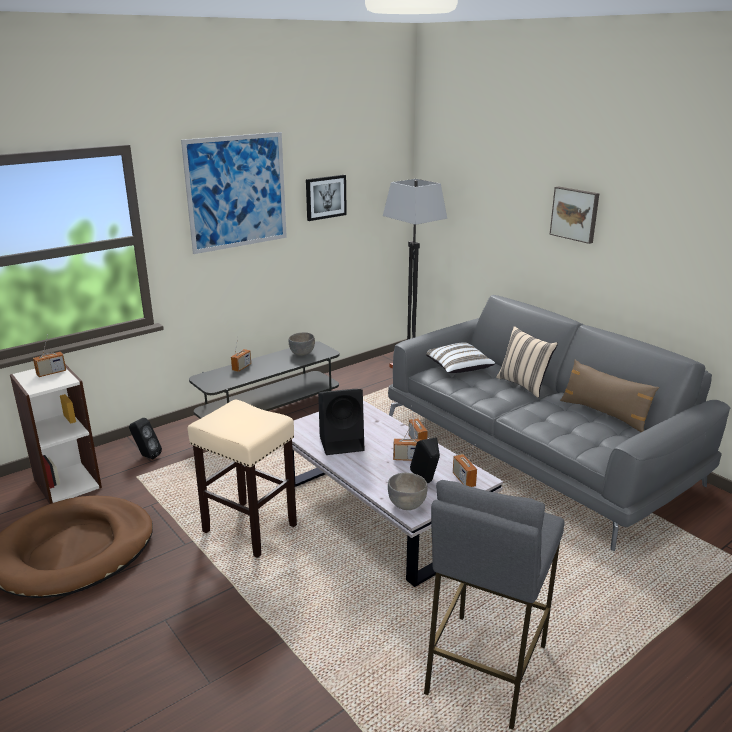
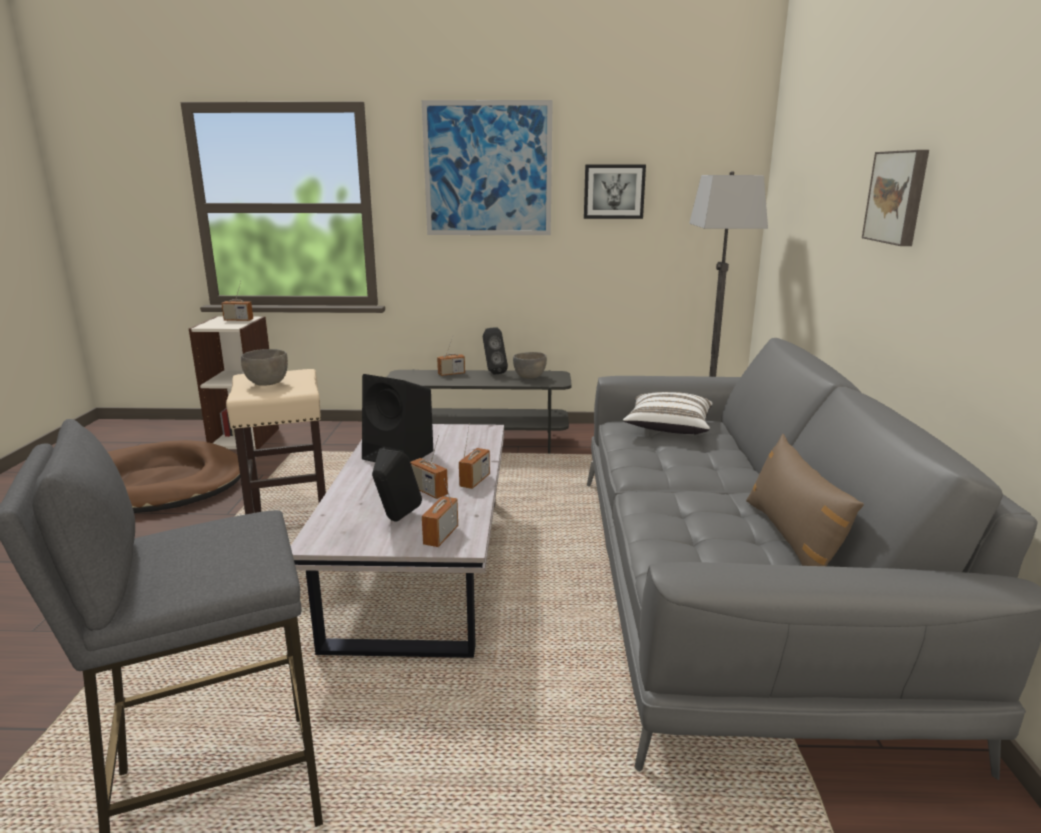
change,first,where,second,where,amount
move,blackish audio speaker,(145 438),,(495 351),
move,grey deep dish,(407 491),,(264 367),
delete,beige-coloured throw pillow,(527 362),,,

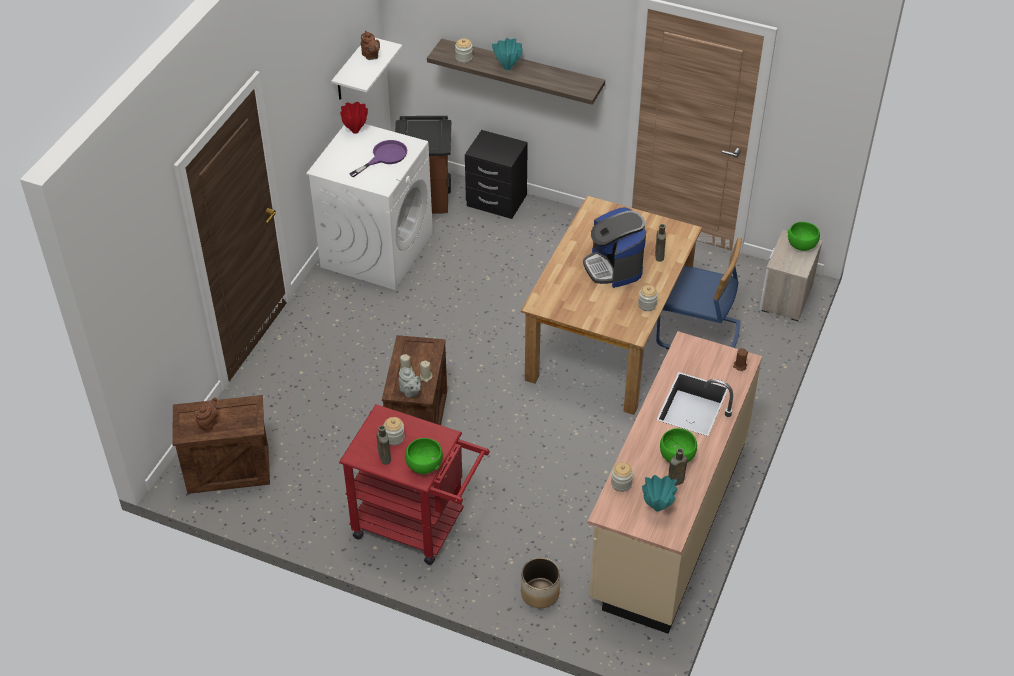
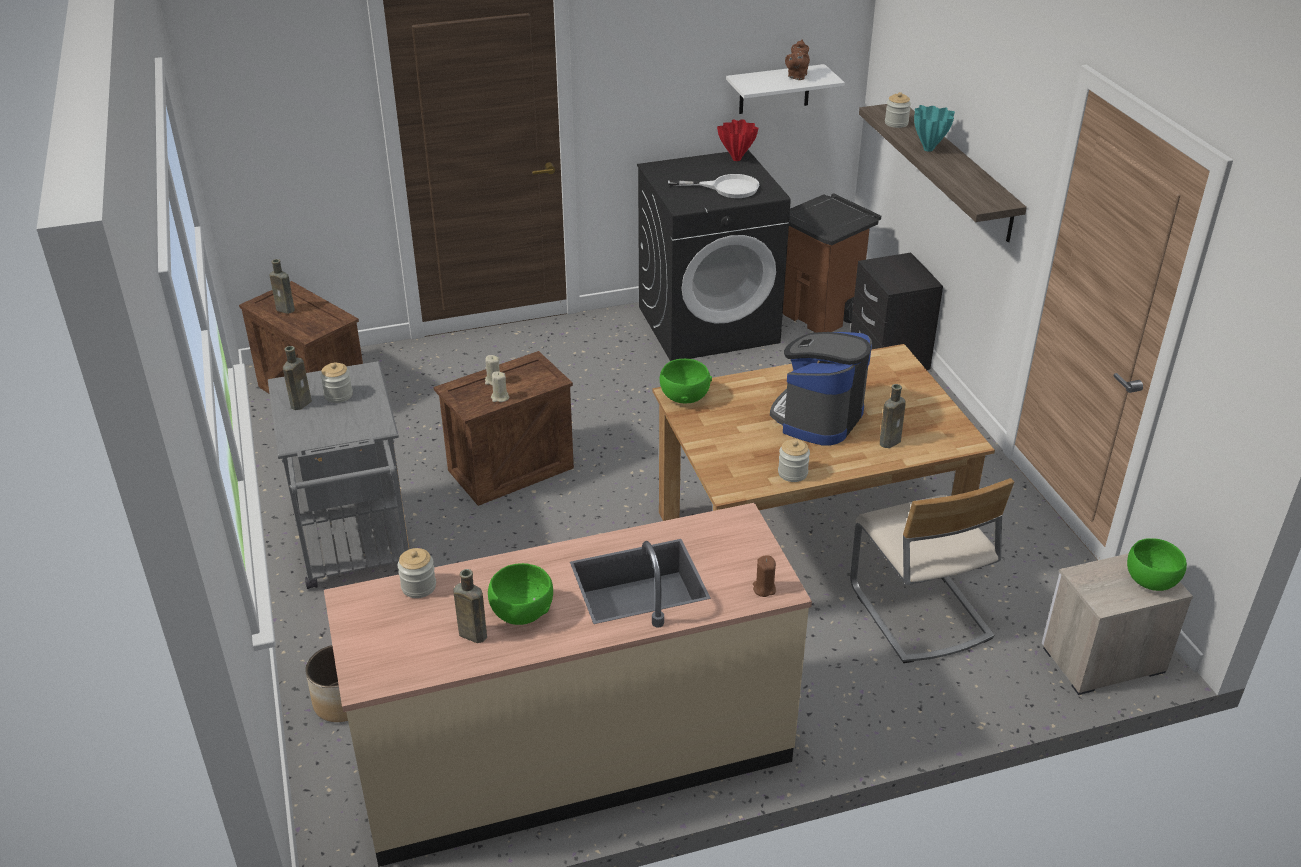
change,first,where,second,where,amount
replace,brown-coloured pot for tea,(206 414),brown-coloured bottle,(282 286),
recolor,whitish washing machine,(369 207),blackish washing machine,(714 255),
recolor,red trolley,(414 484),grey trolley,(338 475),
recolor,purplish pan,(378 158),whitish pan,(713 186),
delete,grey pot for tea,(410 382),,,
move,greenish deep dish,(424 456),,(686 381),
delete,blue-green flower vase,(659 493),,,
recolor,bluish upright chair,(699 293),beige-coloured upright chair,(932 570),

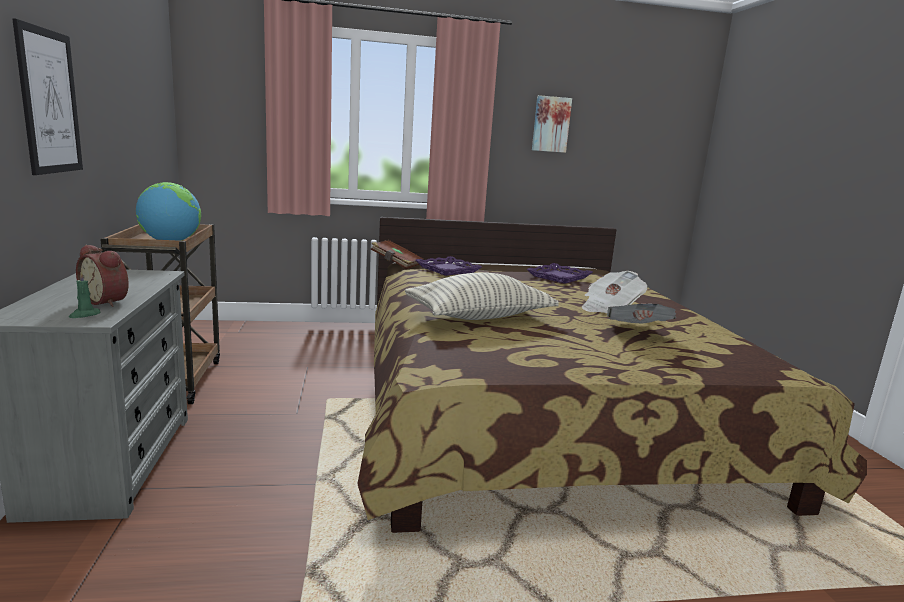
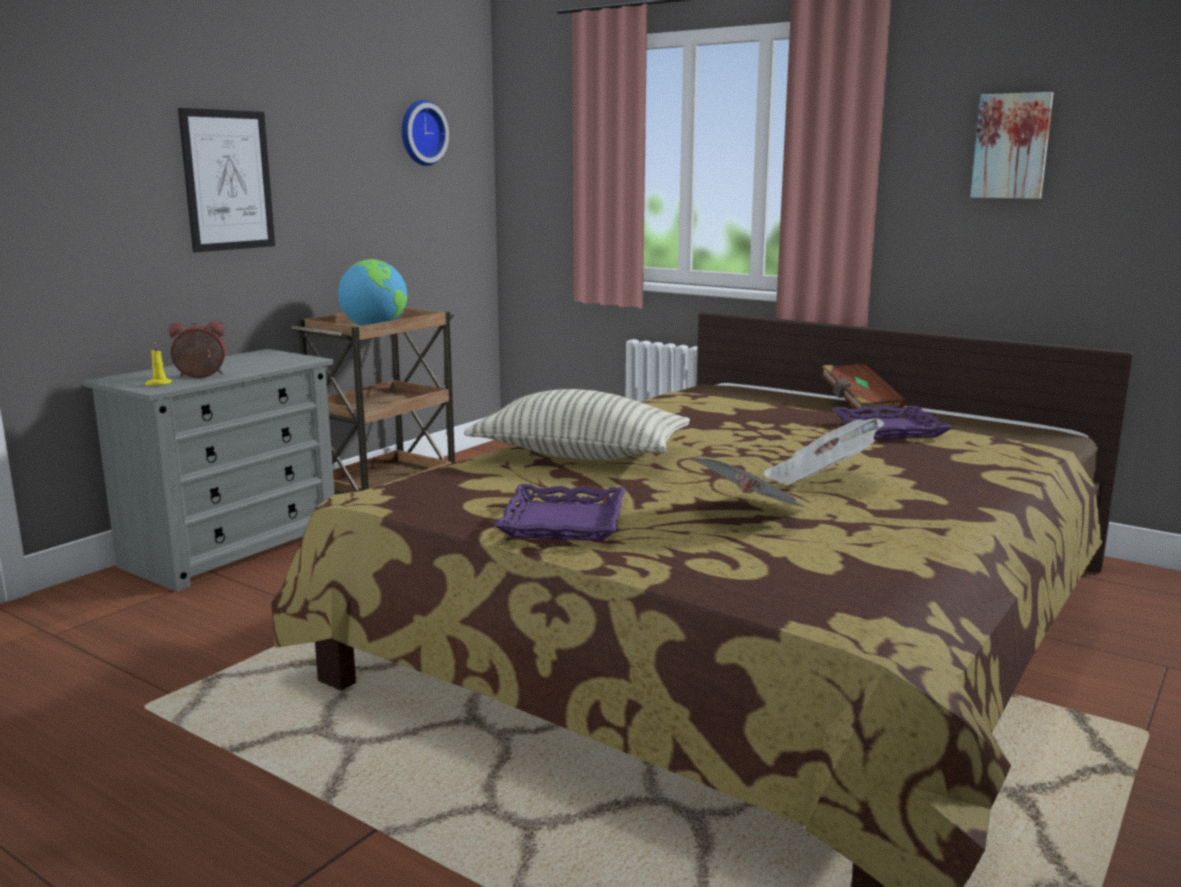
change,first,where,second,where,amount
recolor,greenish wax light,(84 295),yellow wax light,(158 364),
rotate,alarm clock,(102 276),,(197 349),90 degrees clockwise
move,brown-coloured bound book,(397 254),,(863 388),
move,purplish tray,(449 266),,(560 512),
insert,,,wall clock,(425 133),

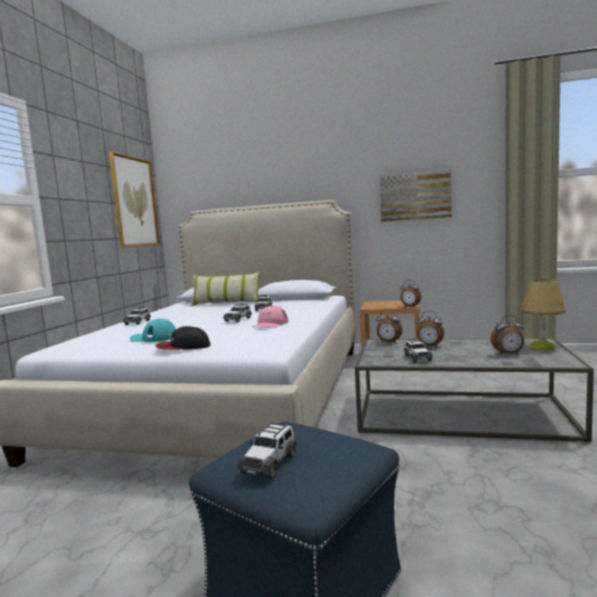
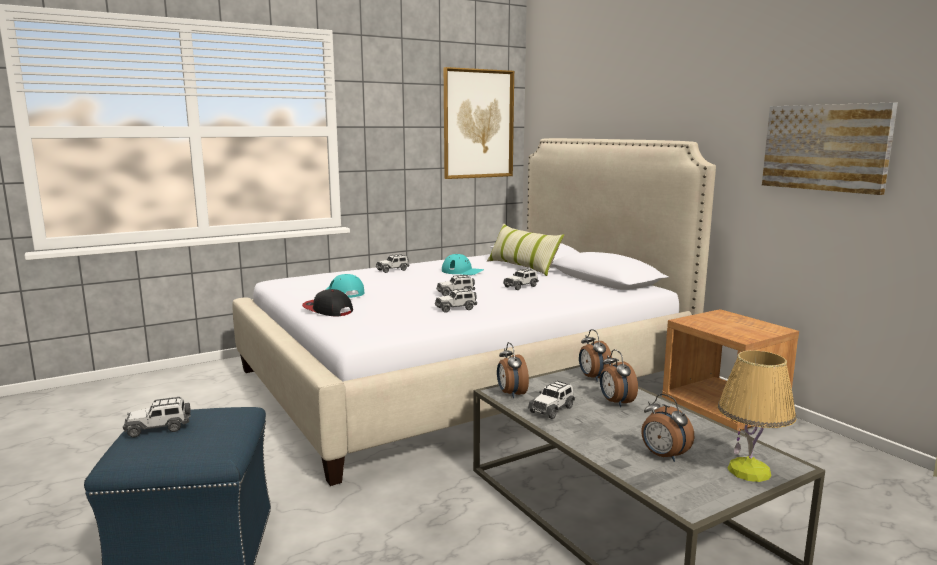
change,first,where,second,where,amount
replace,pinkish peaked cap,(270 316),miniature car,(456 300),
move,alarm clock,(411 293),,(513 370),
insert,,,blue-green peaked cap,(463 264),

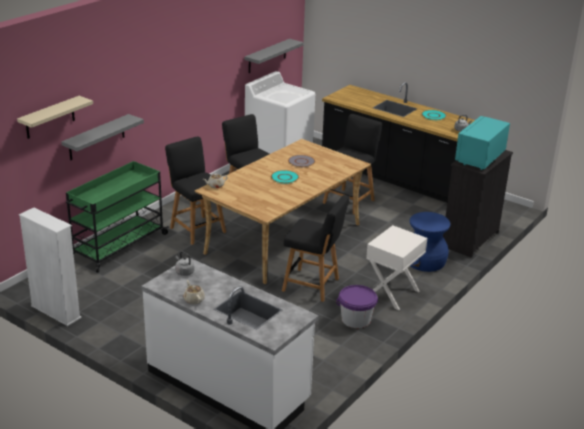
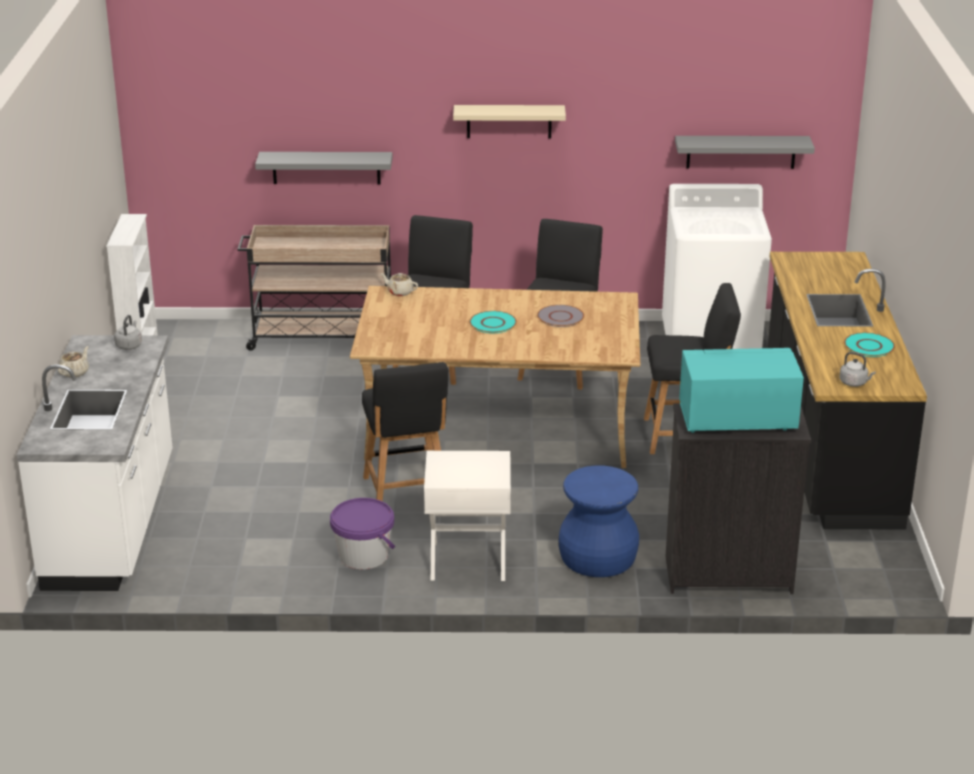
change,first,where,second,where,amount
move,beige-coloured wall shelf,(55 117),,(509 121),
recolor,greenish trolley,(117 217),beige-coloured trolley,(314 288),

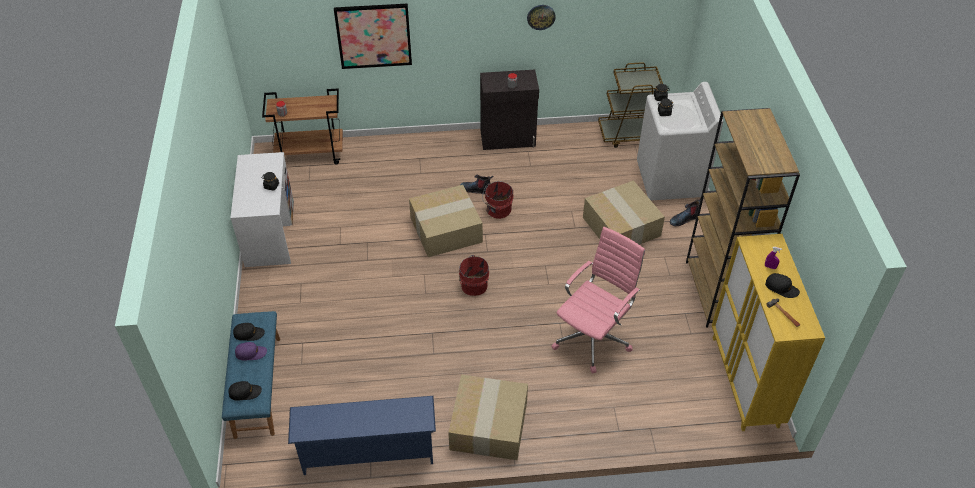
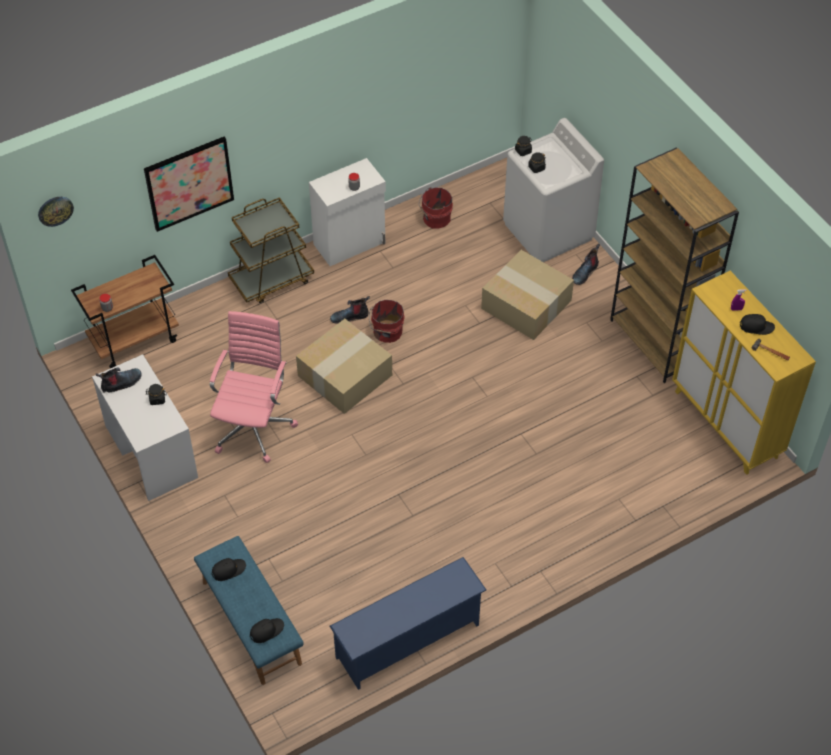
change,first,where,second,where,amount
delete,purplish peaked cap,(251 351),,,
delete,carton,(488 417),,,
move,red water bucket,(474 275),,(436 208),
recolor,blackish storage cabinet,(509 110),whitish storage cabinet,(347 212),
move,wall clock,(541 17),,(56 212),
move,pinkish office chair,(598 300),,(254 387),
move,brown-coloured trolley,(630 105),,(271 250),
insert,,,boot,(119 380),

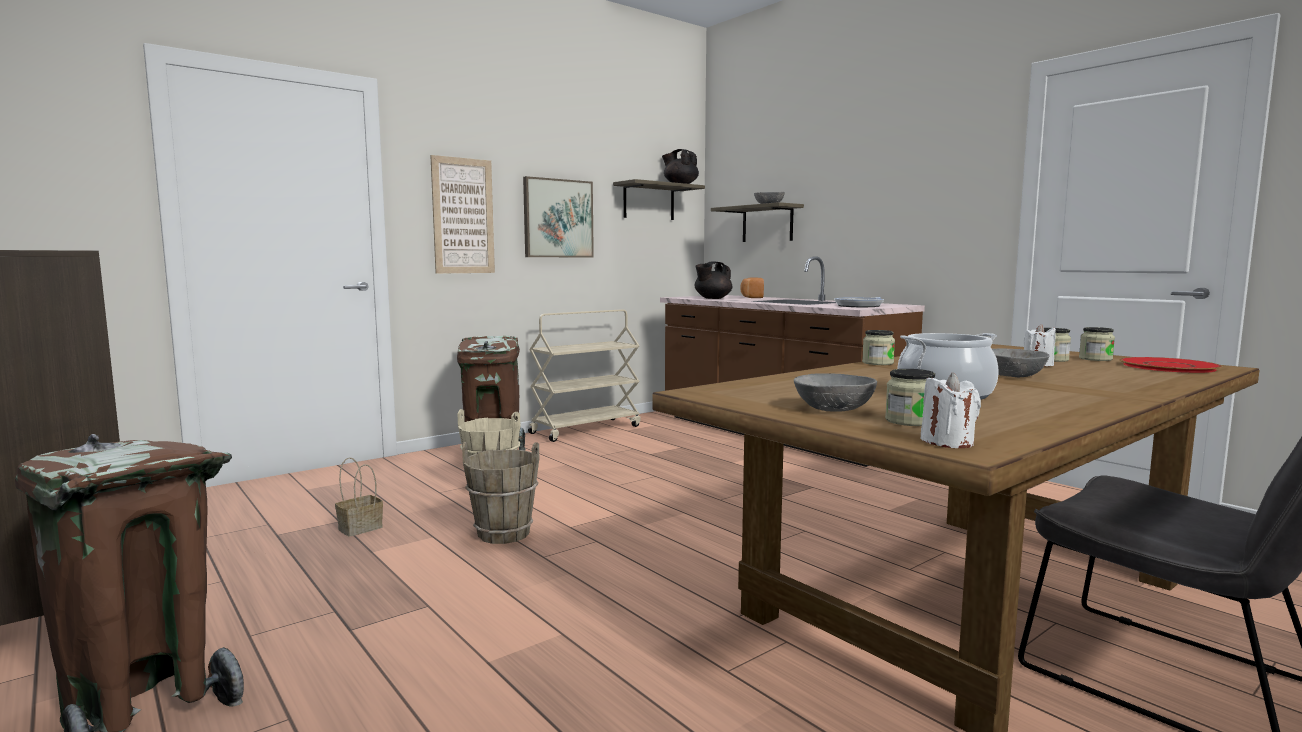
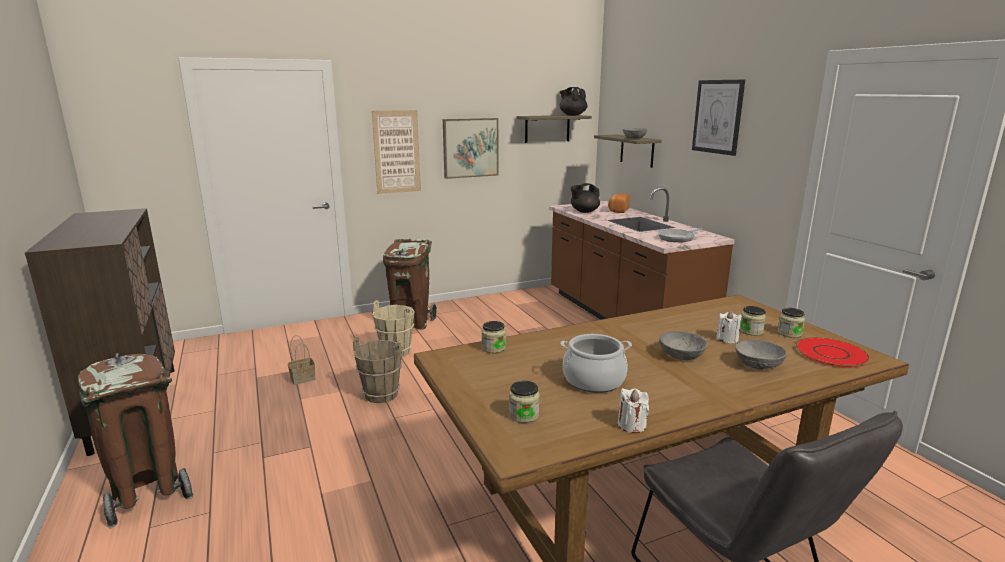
change,first,where,second,where,amount
delete,beige-coloured trolley,(584 375),,,
move,grey deep dish,(835 392),,(761 355),
move,jar,(878 347),,(494 337),
move,whitish wax light,(950 410),,(633 411),
insert,,,wall picture,(718 118),

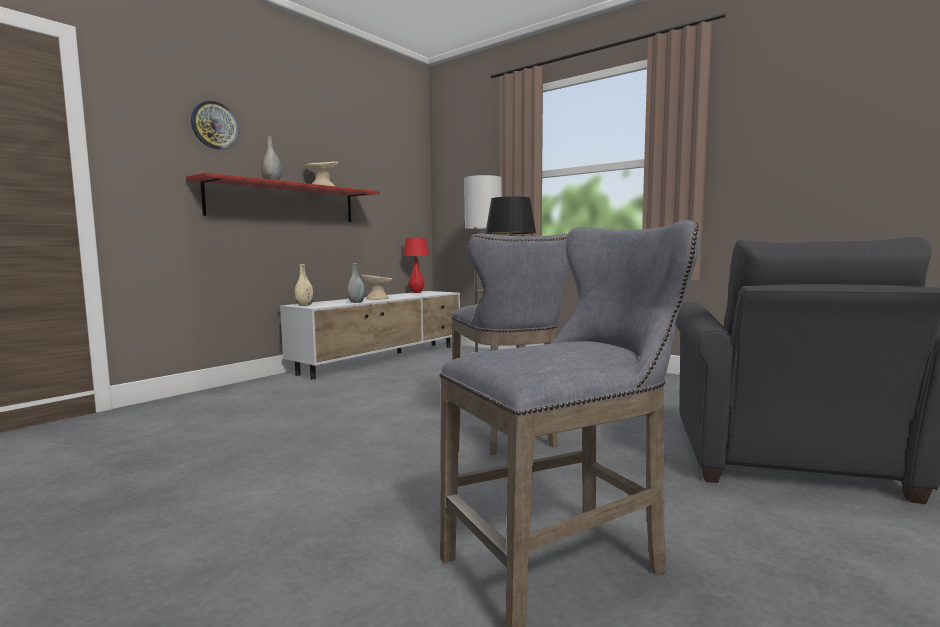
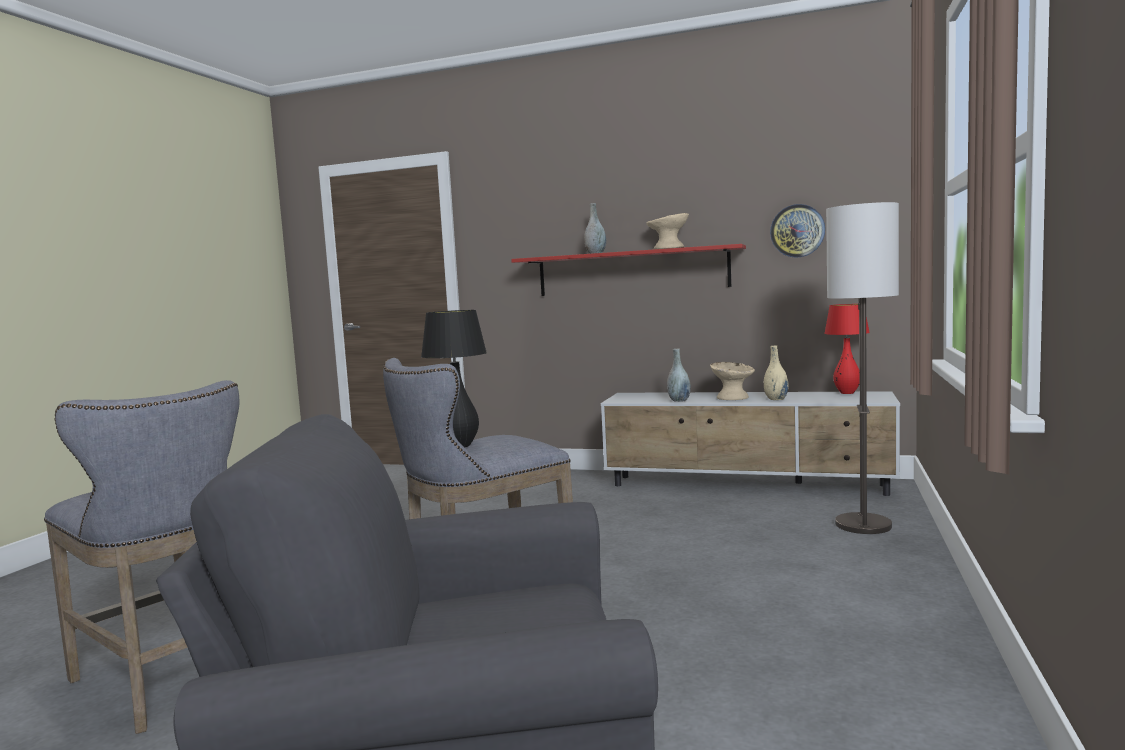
change,first,where,second,where,amount
move,wall clock,(215 125),,(797 231),
move,beige-coloured flower vase,(304 285),,(776 373),

